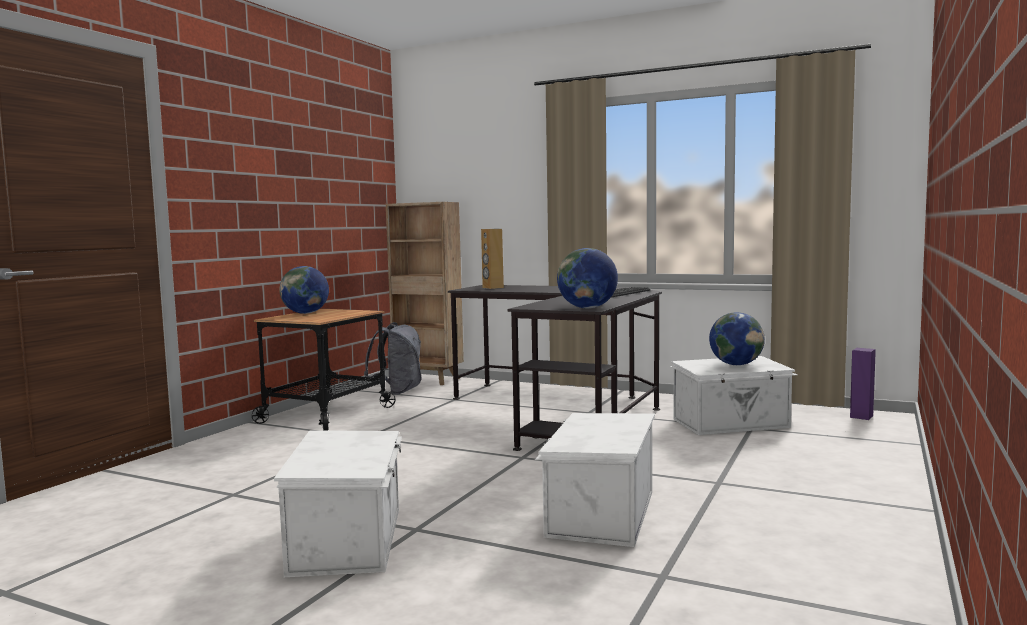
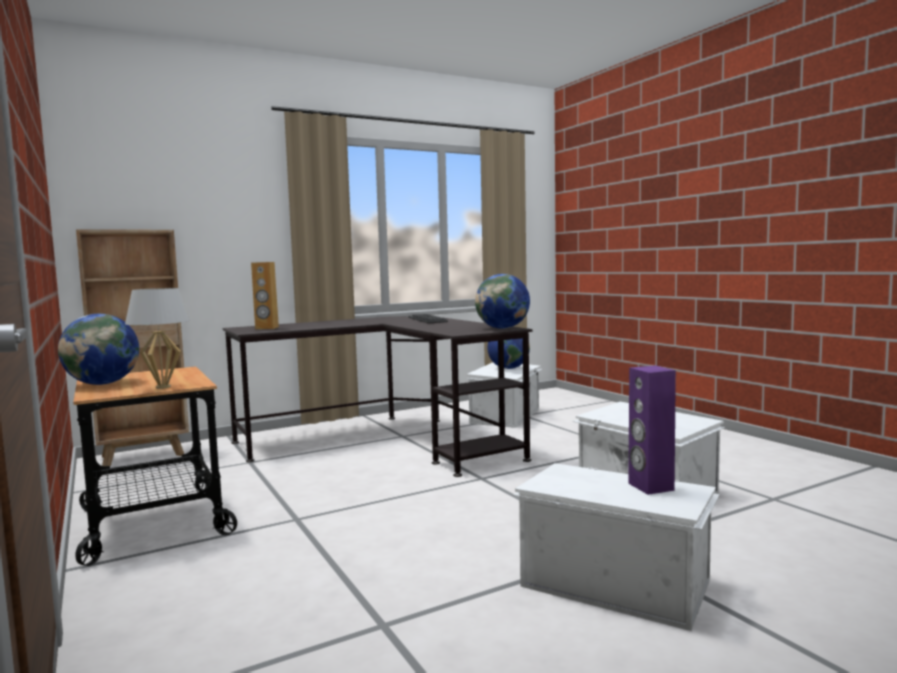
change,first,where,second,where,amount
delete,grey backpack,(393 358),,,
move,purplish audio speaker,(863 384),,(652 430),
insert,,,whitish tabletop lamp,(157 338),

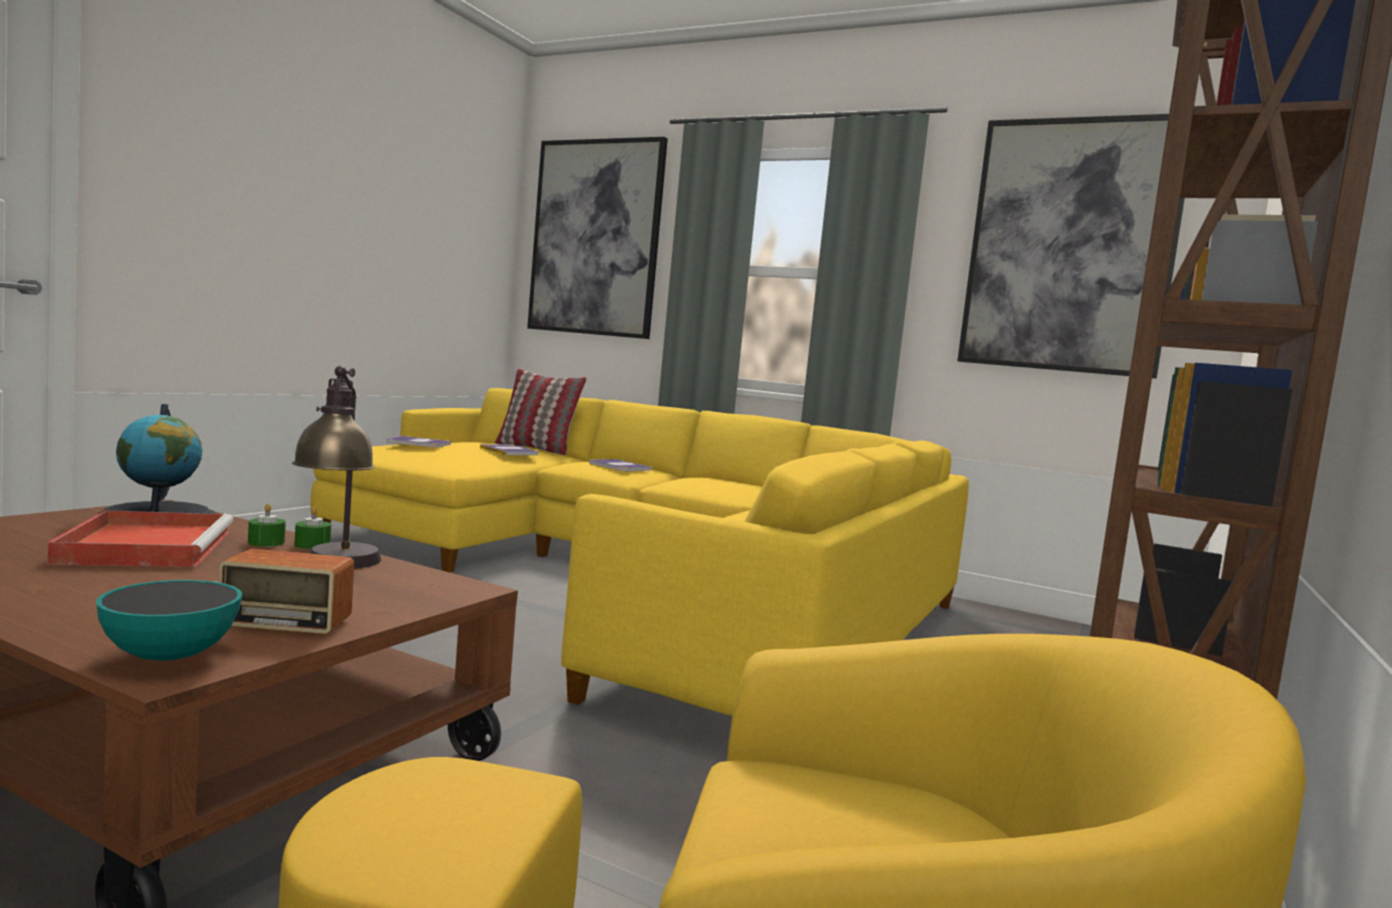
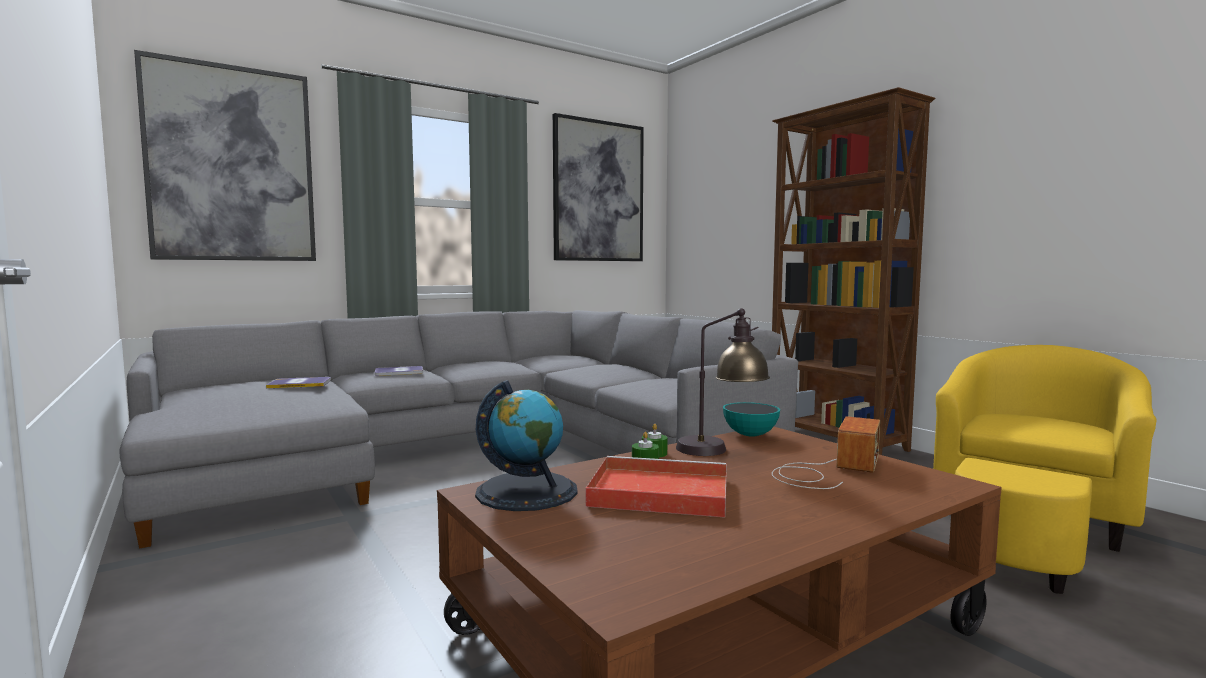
change,first,where,second,where,amount
move,deep dish,(169 620),,(751 419),
recolor,yellow settee,(640 552),grey settee,(459 429),
delete,bound book,(418 442),,,
delete,throw pillow,(541 412),,,

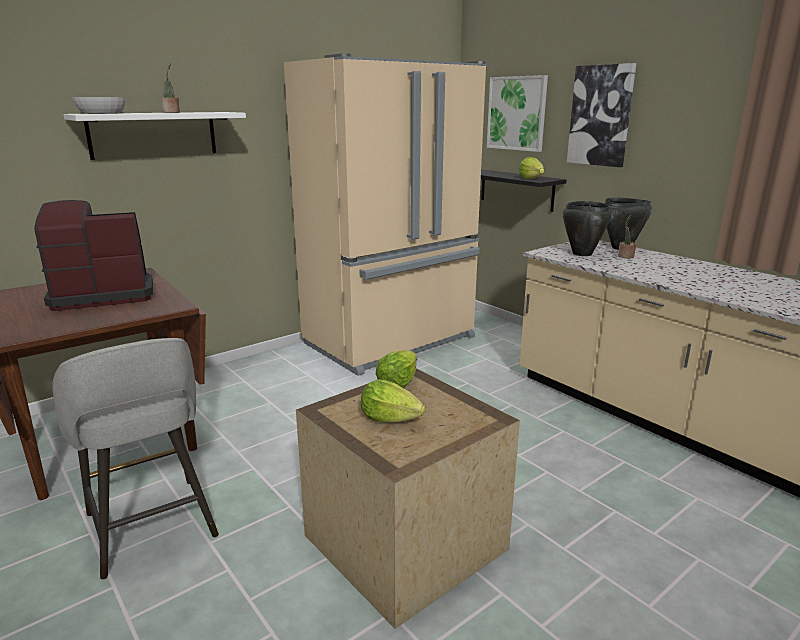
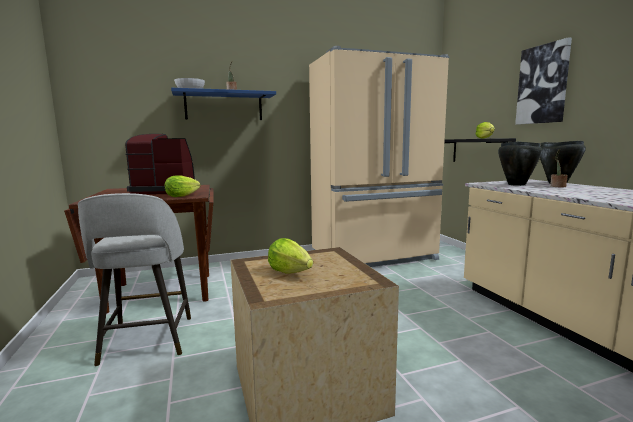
change,first,where,second,where,amount
recolor,whitish wall shelf,(155 136),bluish wall shelf,(223 104),
move,lettuce,(396 369),,(183 186),
delete,wall picture,(517 113),,,

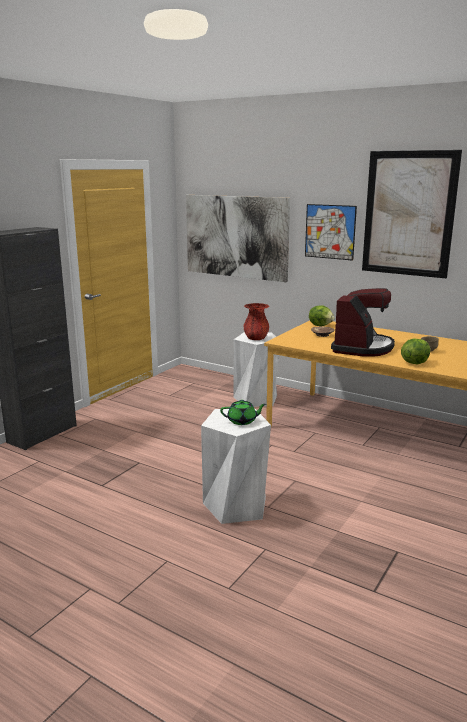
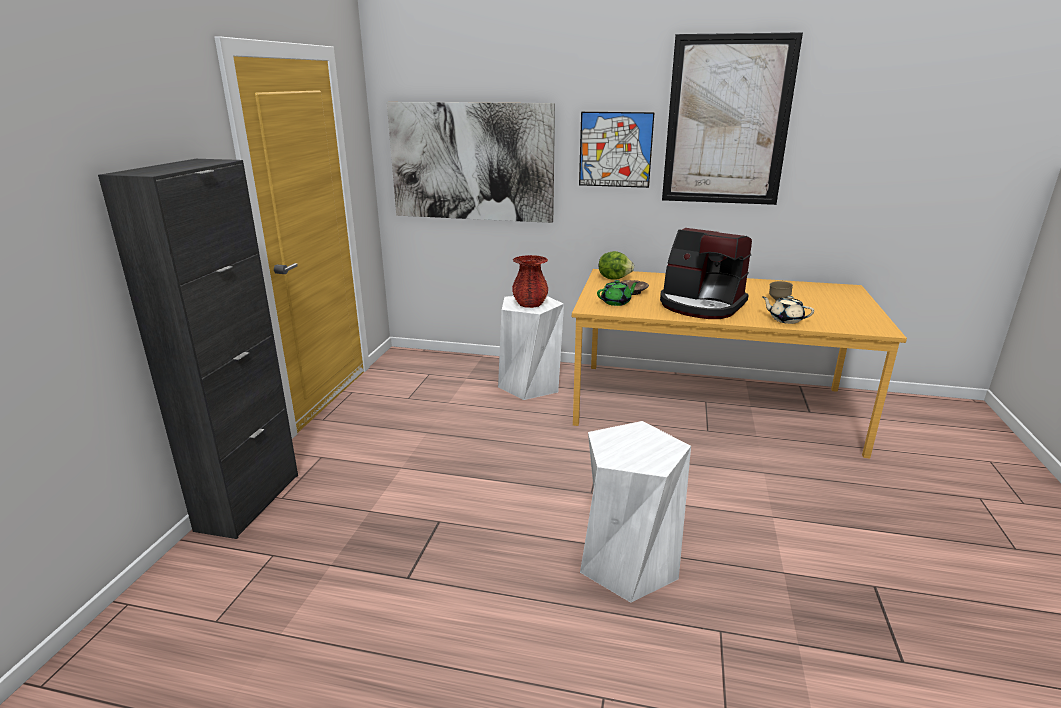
change,first,where,second,where,amount
move,greenish pot for tea,(243 412),,(617 293),
rotate,coffee brewer,(363 322),,(706 273),120 degrees clockwise
replace,lettuce,(416 352),beige-coloured pot for tea,(788 310),

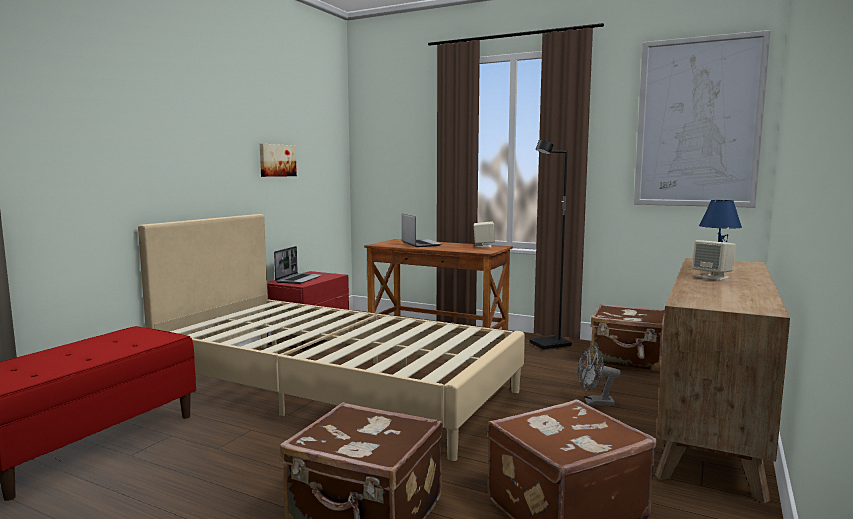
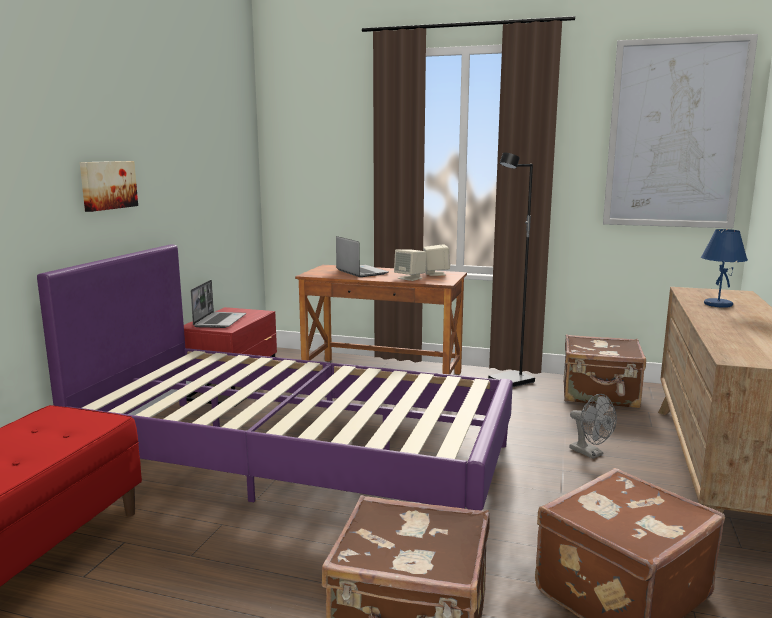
change,first,where,second,where,amount
recolor,beige-coloured bedroom bed,(331 337),purplish bedroom bed,(275 378),
move,wall picture,(278 160),,(109 186),
rotate,grey fan,(599 375),,(593 426),120 degrees counterclockwise
move,beige-coloured audio speaker,(714 260),,(410 265),

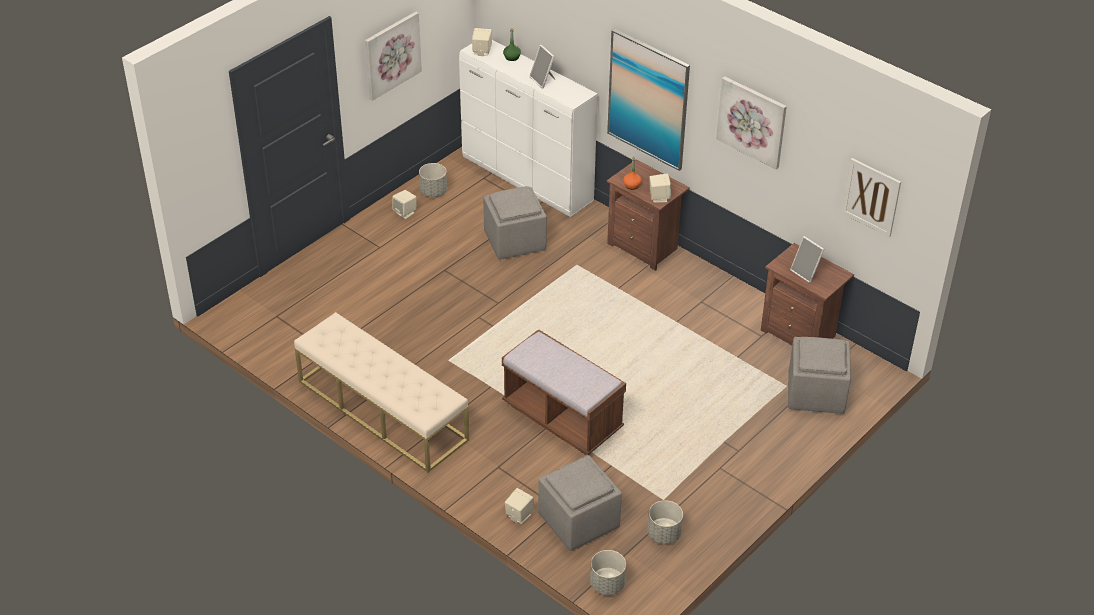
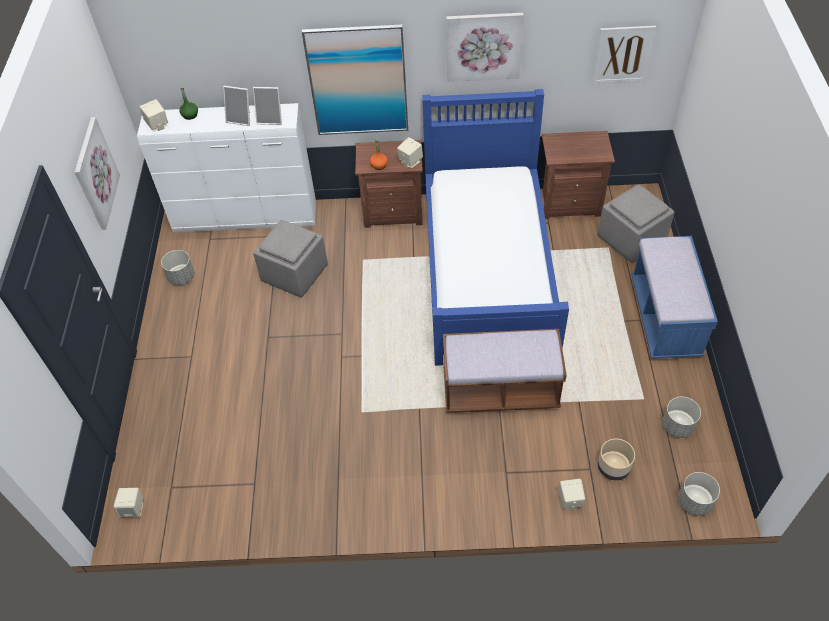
change,first,where,second,where,amount
delete,beige-coloured indoor bench,(381 392),,,
move,beige-coloured audio speaker,(404 204),,(128 502),
replace,grey footrest,(580 503),beige-coloured flower pot,(616 459),
move,standing frame,(807 259),,(267 106),
insert,,,bluish bedroom bed,(495 227),
insert,,,bluish indoor bench,(674 297),

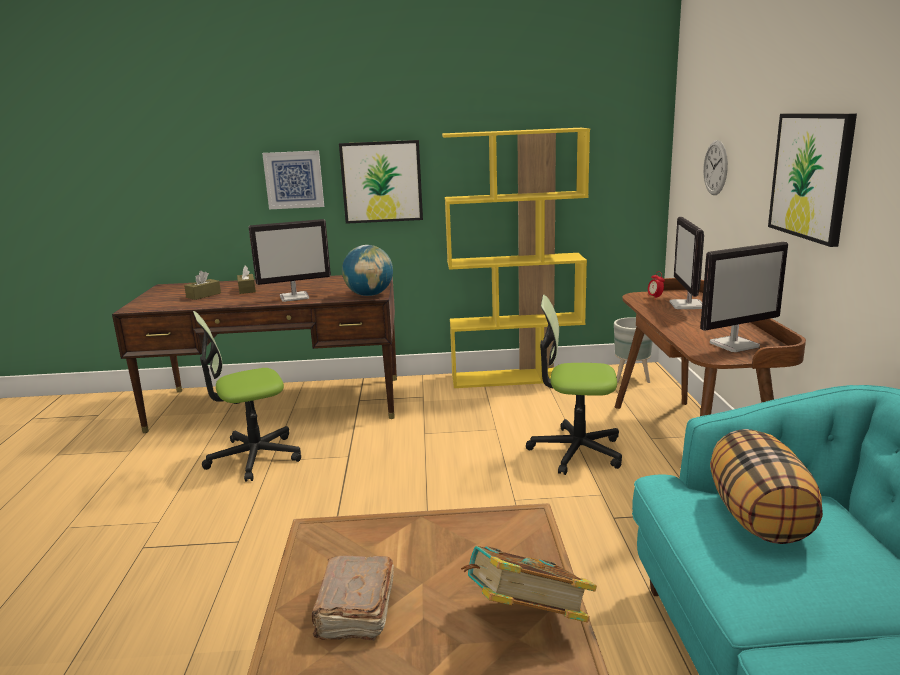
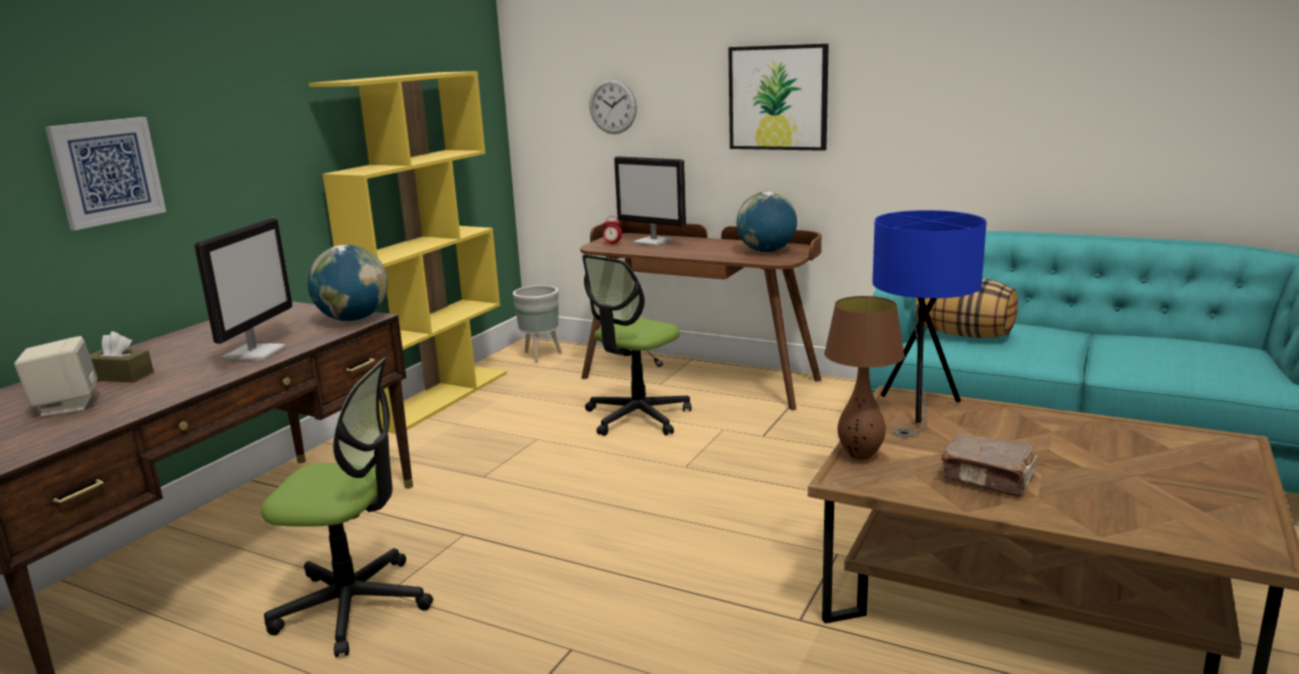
change,first,where,second,where,amount
replace,brown-coloured tissue box,(202 285),beige-coloured audio speaker,(55 376),
rotate,office chair,(247 396),,(347 507),90 degrees counterclockwise
delete,wall picture,(381 182),,,
delete,bound book,(529 584),,,
replace,computer screen,(744 297),desk globe,(767 222),
insert,,,brown-coloured tabletop lamp,(864 378),
insert,,,bluish tabletop lamp,(929 323),

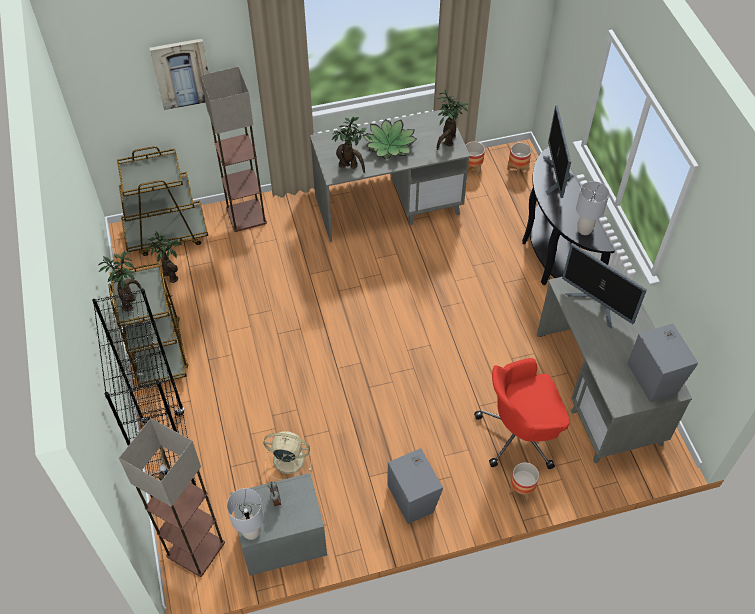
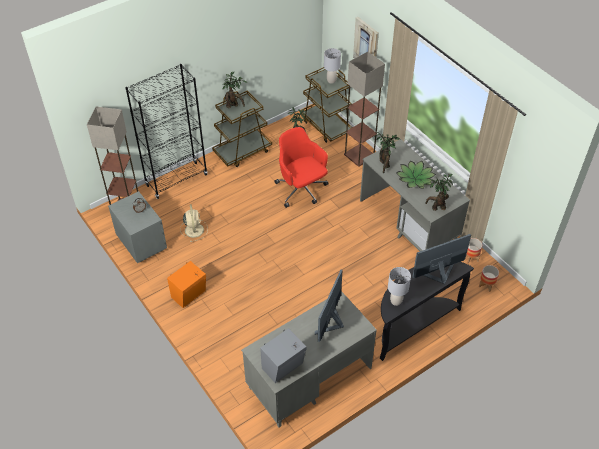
change,first,where,second,where,amount
move,grey tabletop lamp,(245 514),,(332 66),
recolor,grey audio speaker,(415 486),orange-coloured audio speaker,(186 284),
move,red office chair,(521 413),,(301 167),
delete,flower pot,(524 481),,,

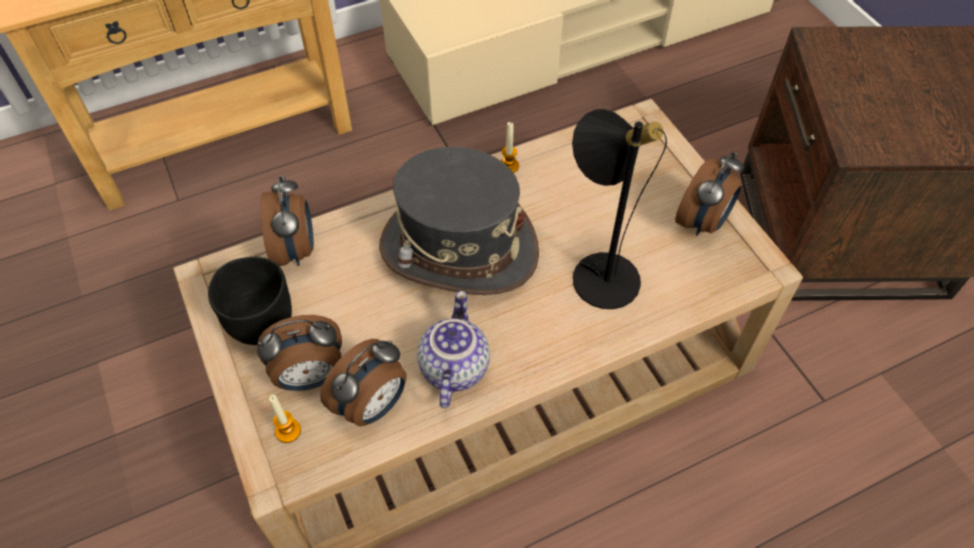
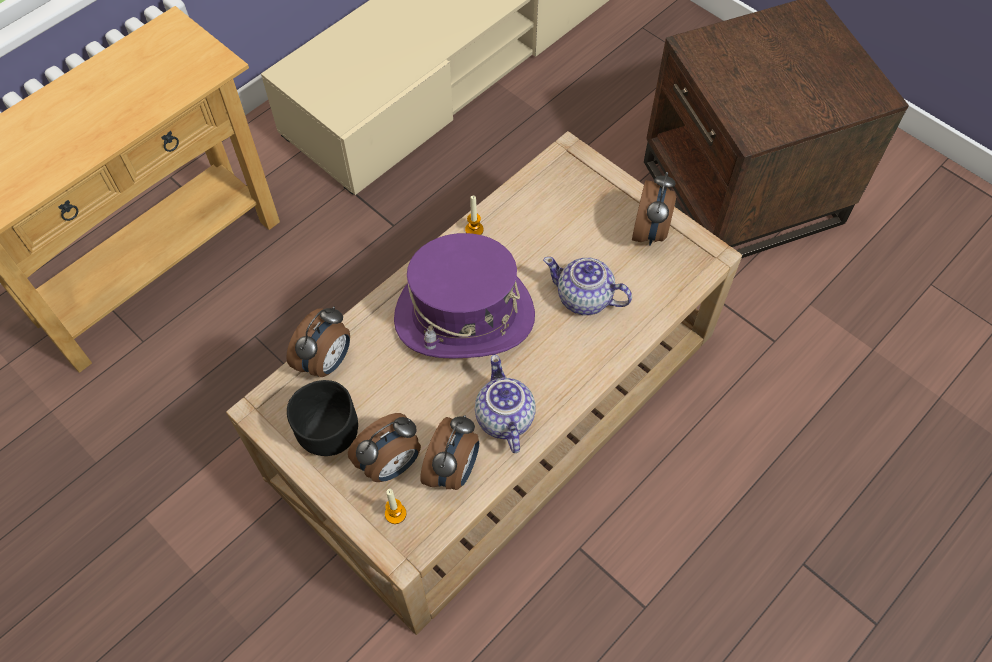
change,first,where,second,where,amount
rotate,alarm clock,(287 220),,(318 341),60 degrees clockwise
recolor,grey hat,(459 221),purplish hat,(464 296),
replace,blackish tabletop lamp,(619 209),pot for tea,(587 286),

